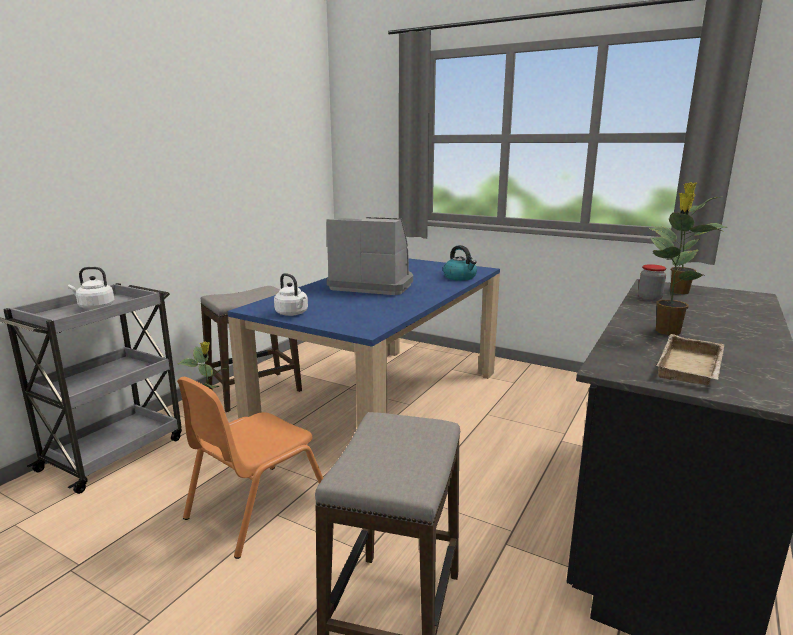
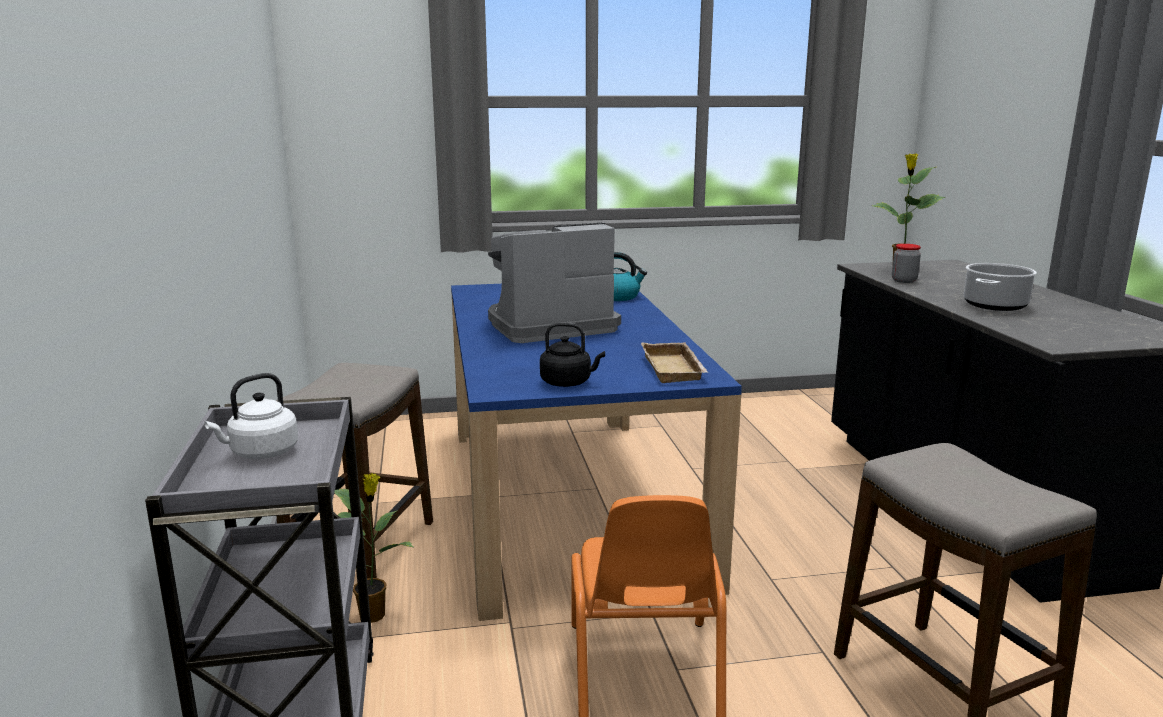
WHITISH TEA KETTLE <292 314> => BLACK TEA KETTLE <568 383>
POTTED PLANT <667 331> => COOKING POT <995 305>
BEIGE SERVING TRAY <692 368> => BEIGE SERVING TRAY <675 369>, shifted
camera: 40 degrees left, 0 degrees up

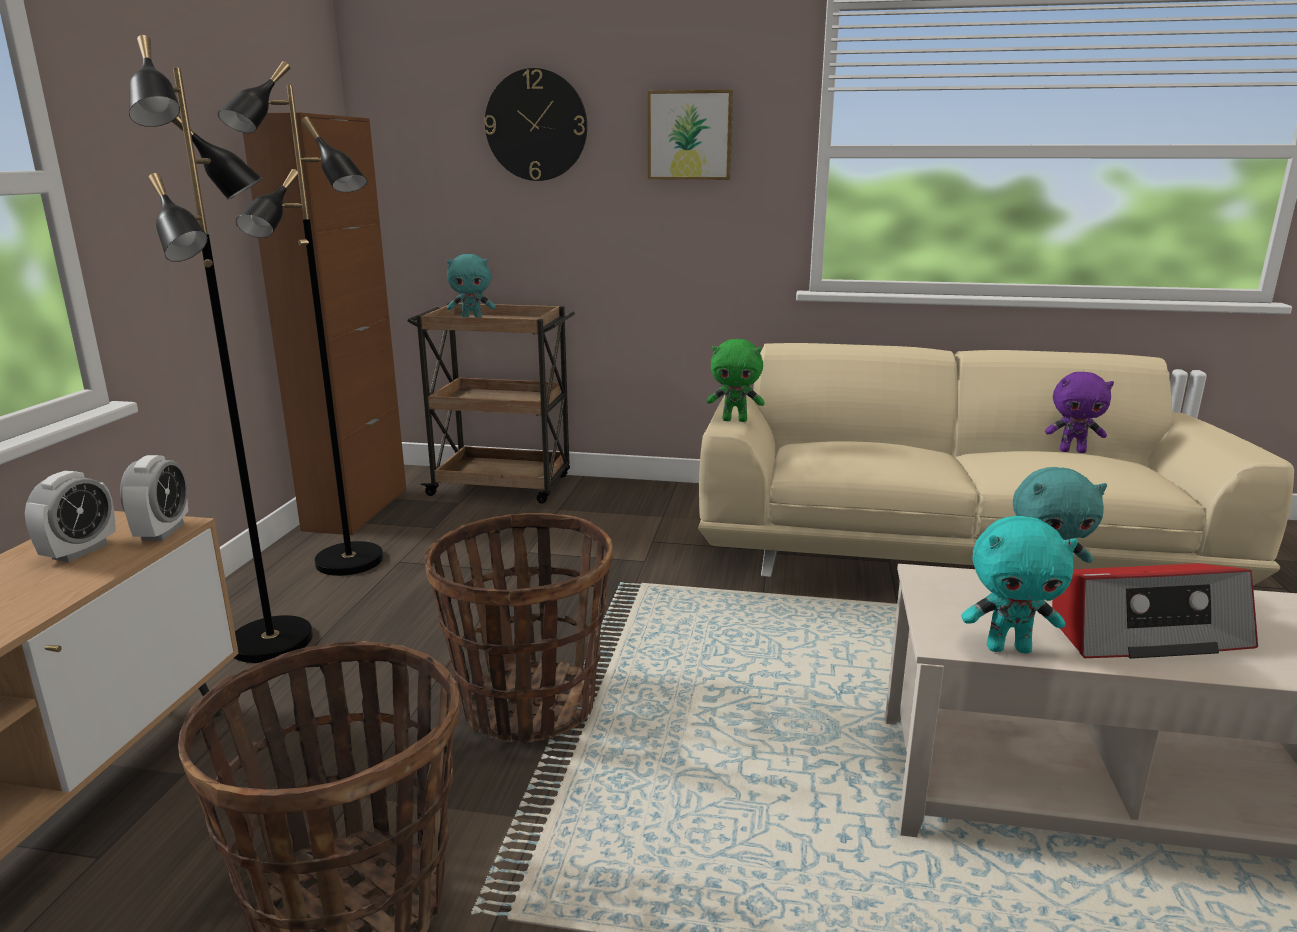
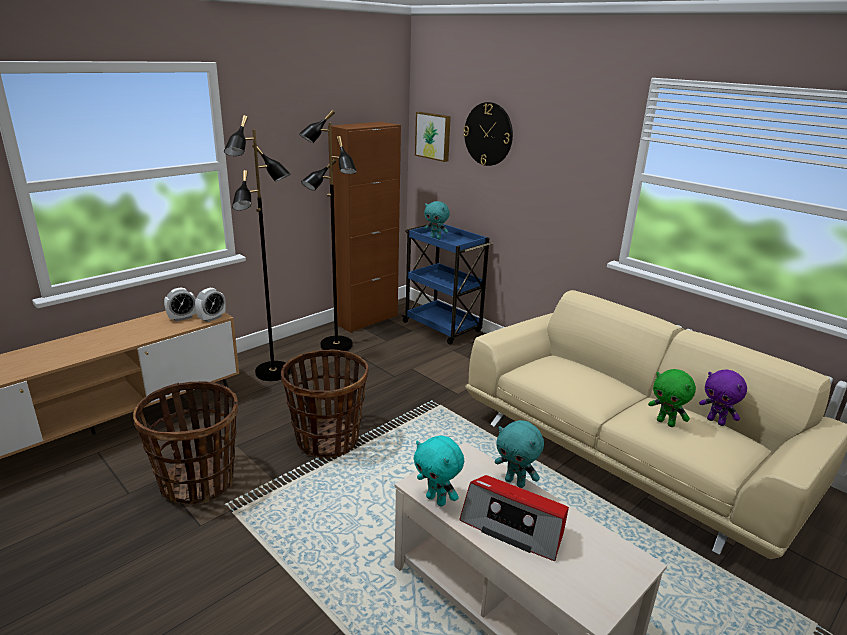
BROWN WHEELED CART <503 486> => BLUE WHEELED CART <443 327>
PICTURE <690 135> => PICTURE <433 136>, shifted
GREEN-COLOURED SOFT TOY <735 420> => GREEN-COLOURED SOFT TOY <666 423>, shifted
camera: 35 degrees right, 5 degrees up

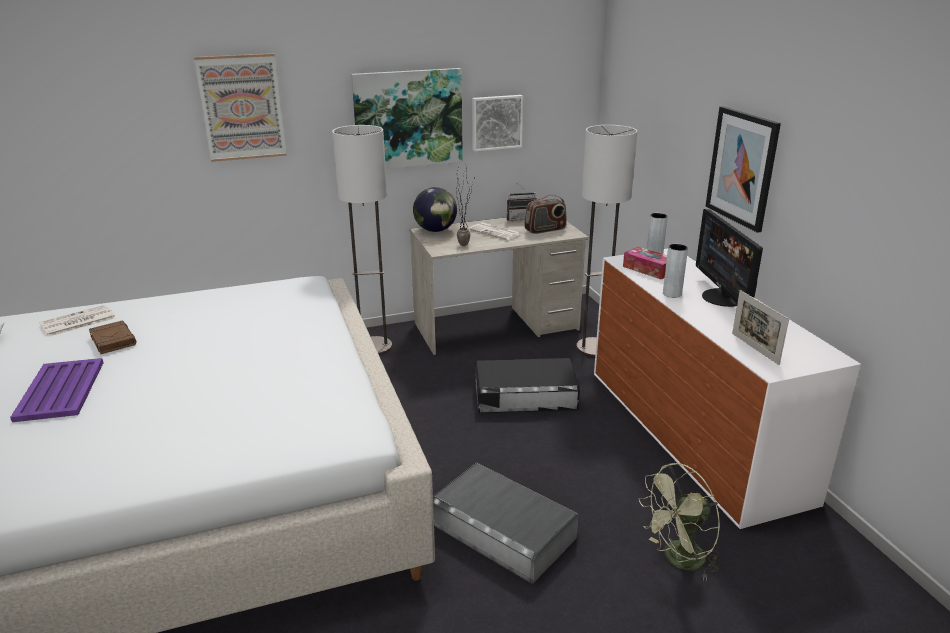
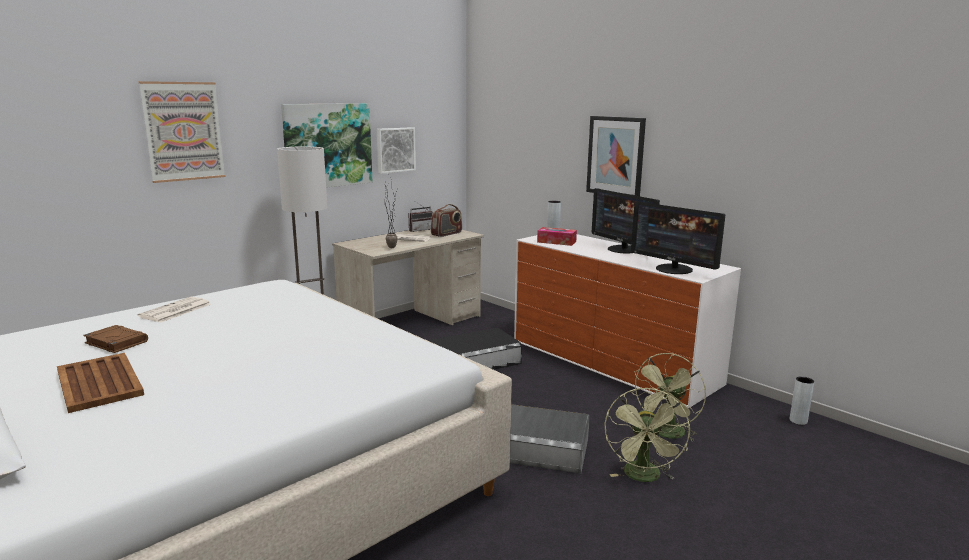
PURPLE SERVING TRAY <60 391> => BROWN SERVING TRAY <99 383>
PRINTED PAPER <77 322> => PRINTED PAPER <175 311>, shifted
DESK GLOBE <435 230> => nothing
STANDARD LAMP <594 348> => nothing
GREYISH DECORATIVE VASE <672 294> => GREYISH DECORATIVE VASE <798 421>, shifted
STANDING FRAME <755 348> => MONITOR <674 269>
nothing => GREEN-COLOURED ELECTRIC FAN <643 478>
camera: 25 degrees left, 10 degrees down

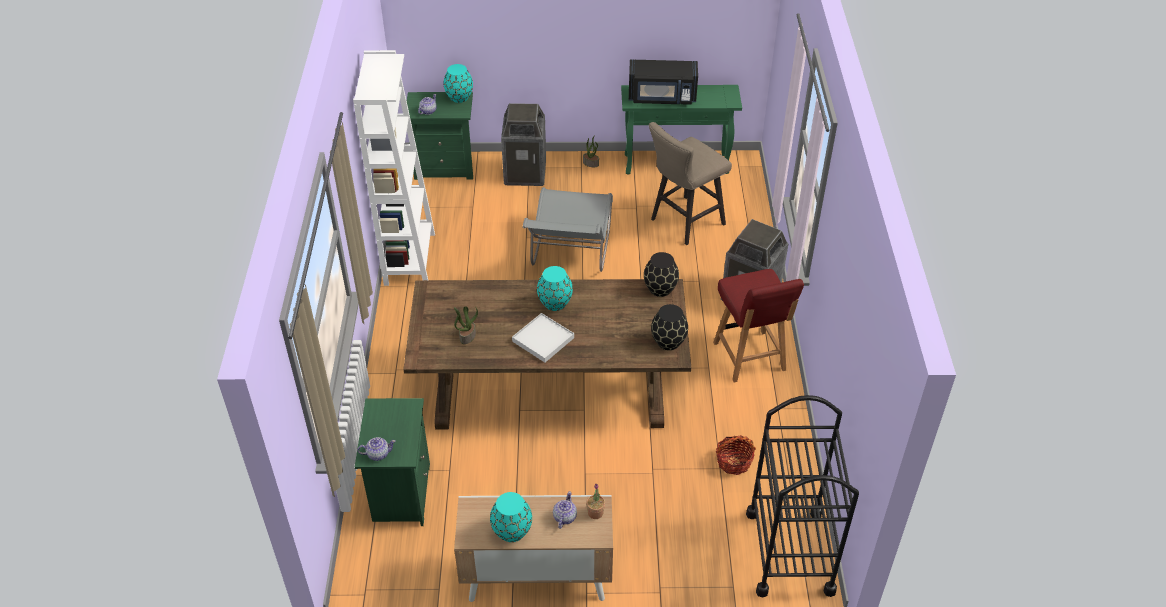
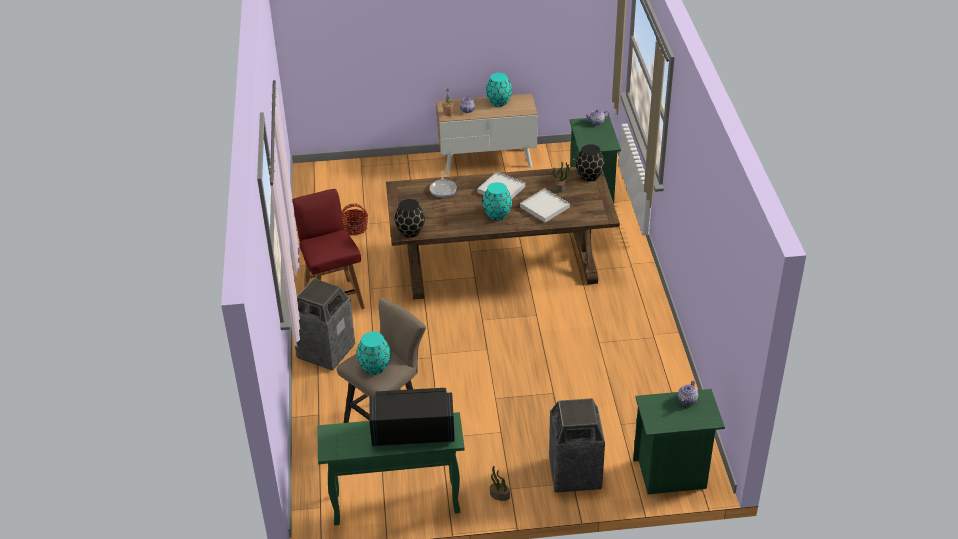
WHITISH BOOKCASE <410 259> => nothing
TURQUOISE DECORATIVE VASE <459 97> => TURQUOISE DECORATIVE VASE <375 367>, shifted
GREYISH PLAIN CHAIR <570 255> => nothing
BLACK DECORATIVE VASE <669 342> => BLACK DECORATIVE VASE <589 176>, shifted
BLACK WHEELED CART <789 552> => nothing
nothing => FRYING PAN <443 189>
nothing => WHITISH SERVING TRAY <544 207>
camera: 175 degrees right, 5 degrees down

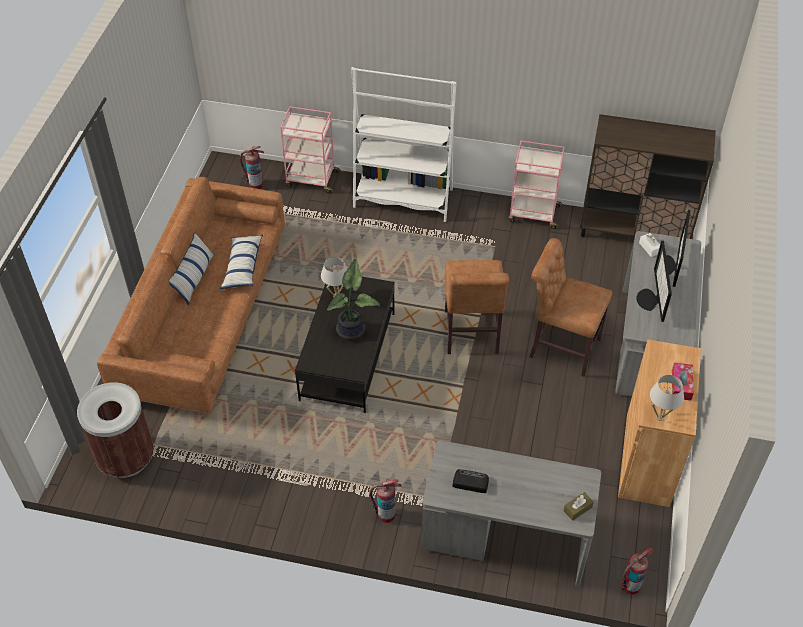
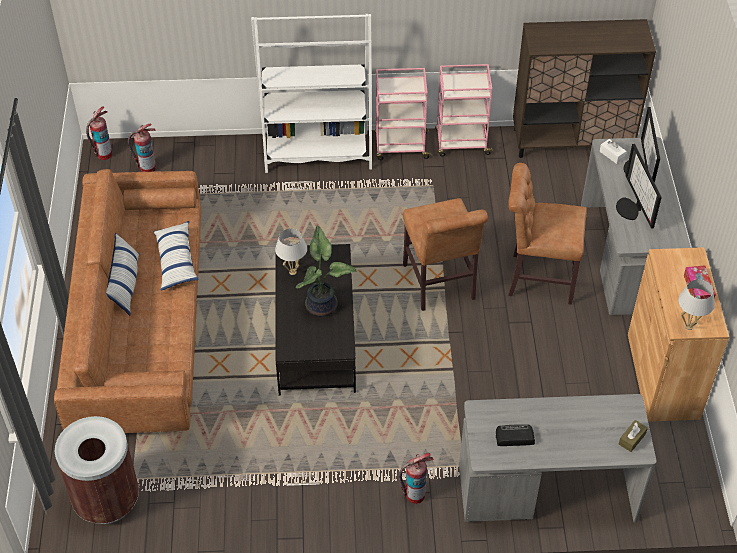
PINK WHEELED CART <311 179> => PINK WHEELED CART <400 147>, shifted
FIRE EXTINGUISHER <630 586> => FIRE EXTINGUISHER <104 154>, shifted
camera: 15 degrees left, 0 degrees up

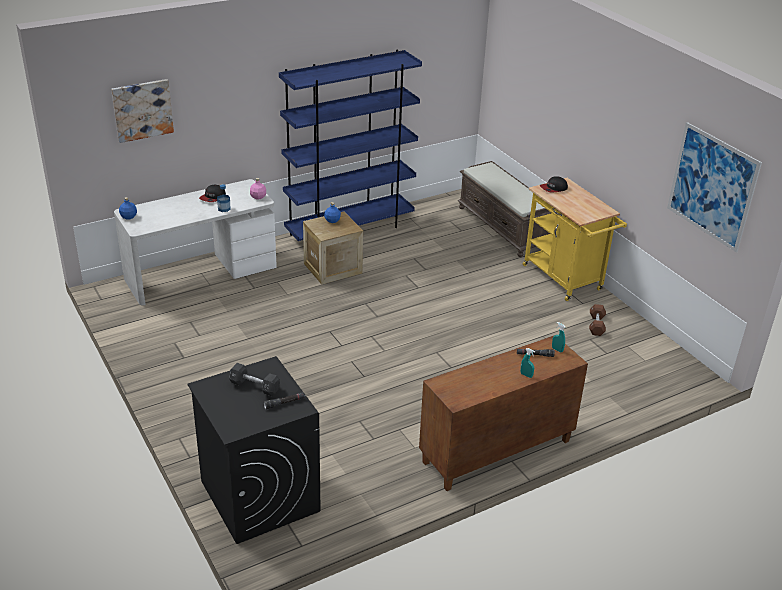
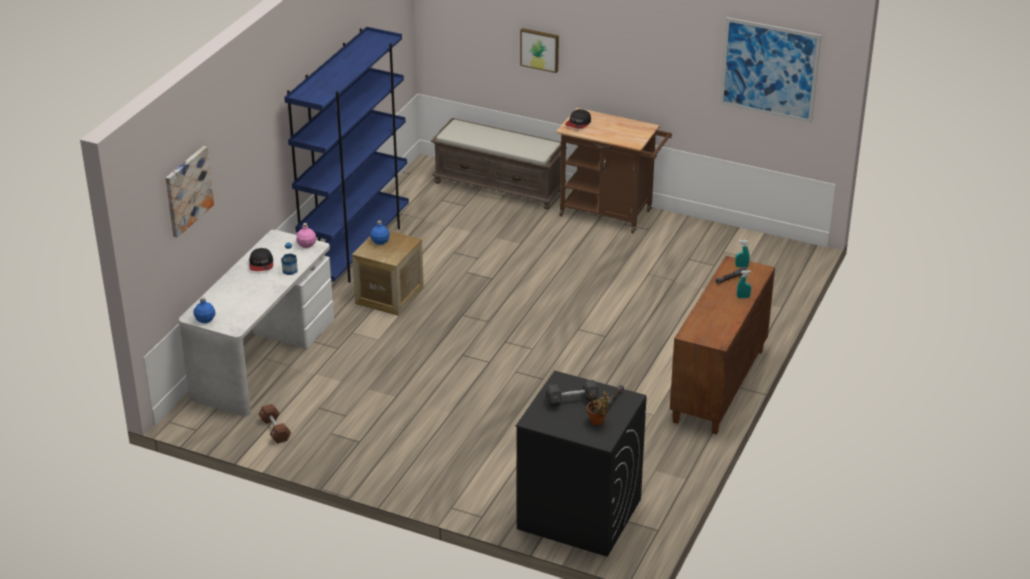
YELLOW WHEELED CART <565 280> => BROWN WHEELED CART <611 214>
BROWN DUMBBELL <596 325> => BROWN DUMBBELL <275 430>, shifted
nothing => PICTURE <540 49>
nothing => POTTED PLANT <598 422>
camera: 35 degrees left, 0 degrees up

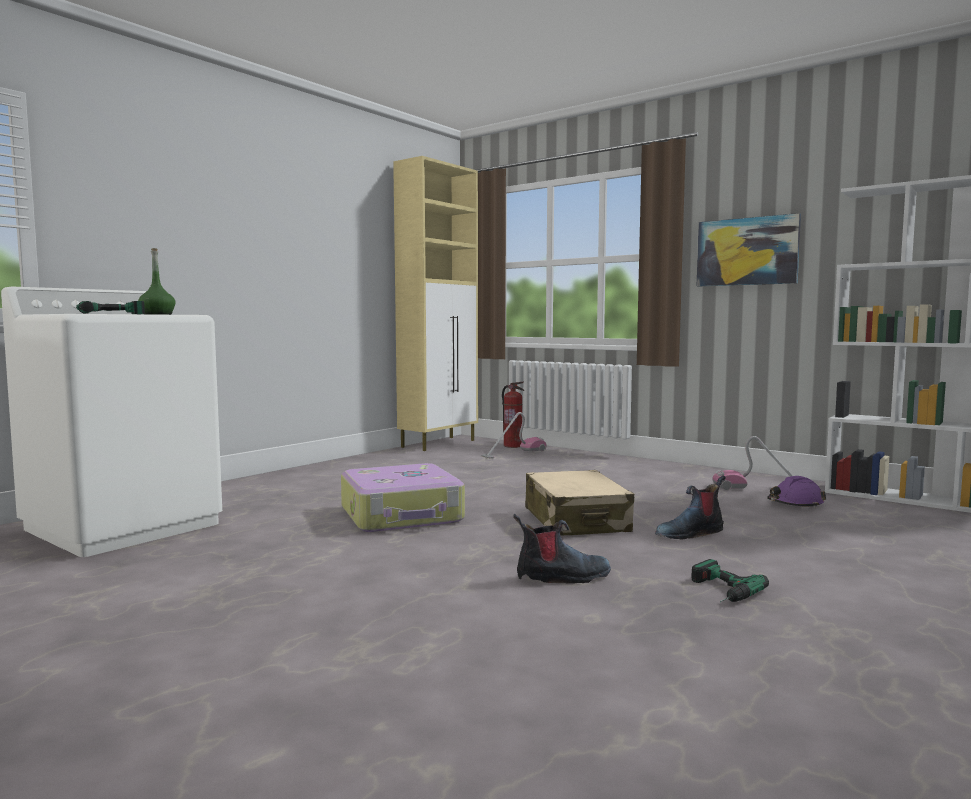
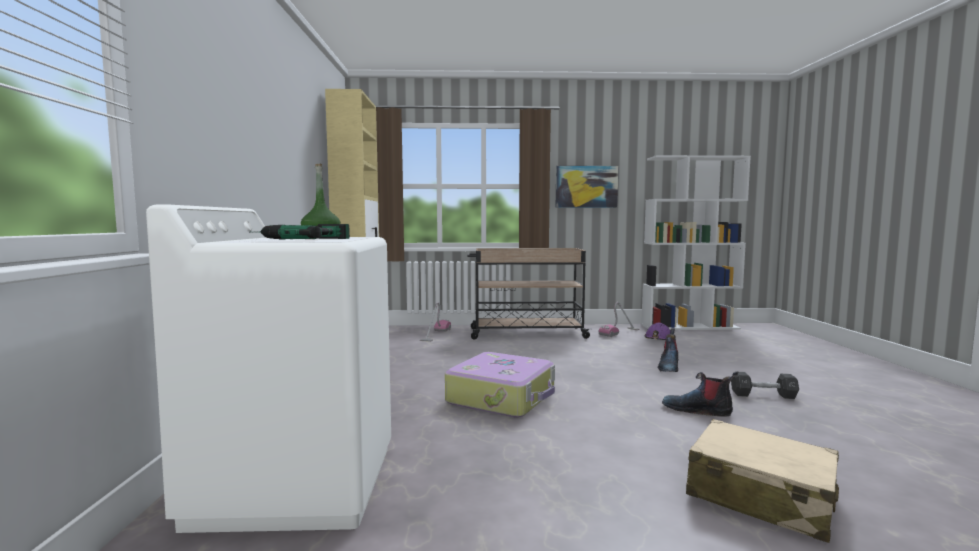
FIRE EXTINGUISHER <513 446> => nothing
HIGH-TOP BOOT <562 577> => HIGH-TOP BOOT <697 410>, 105 degrees counterclockwise
BEIGE PIECE OF LUGGAGE <576 521> => BEIGE PIECE OF LUGGAGE <759 496>, shifted
DRILL <718 591> => BLACK DUMBBELL <763 395>
nothing => BEIGE WHEELED CART <526 333>
camera: 40 degrees left, 0 degrees up

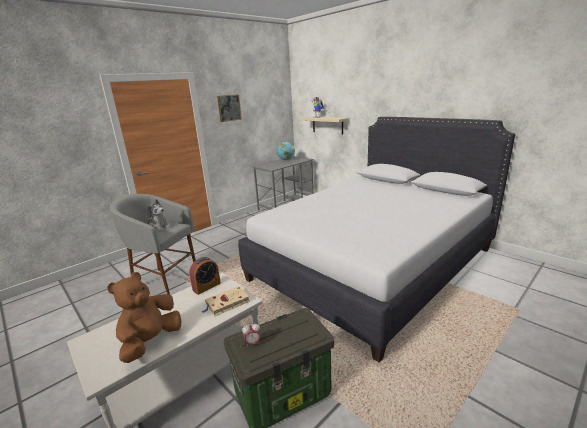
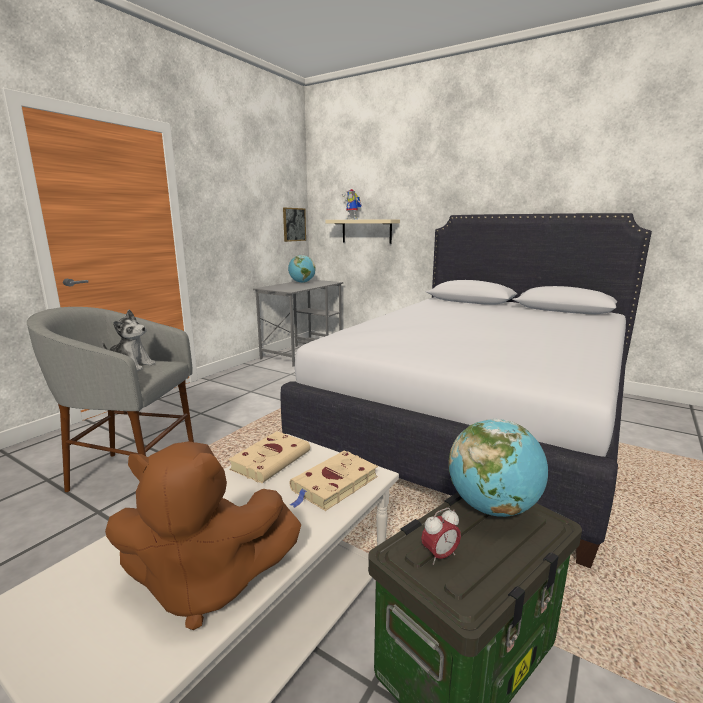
BROWN SOFT TOY <151 341> => BROWN SOFT TOY <206 584>, 105 degrees counterclockwise
BEDSIDE CLOCK <206 287> => BEIGE VOLUME <272 459>
PICTURE <229 108> => PICTURE <294 224>, shifted
nothing => DESK GLOBE <493 507>
camera: 15 degrees left, 5 degrees down

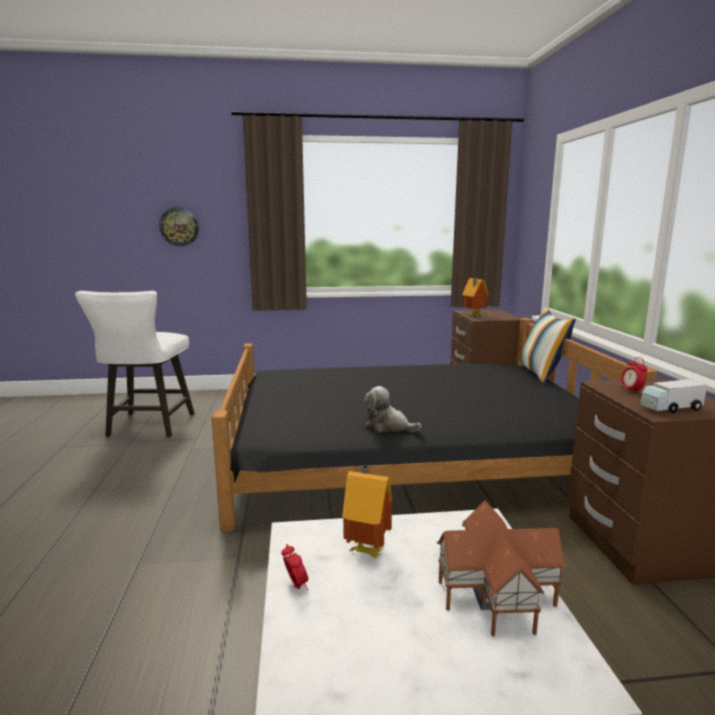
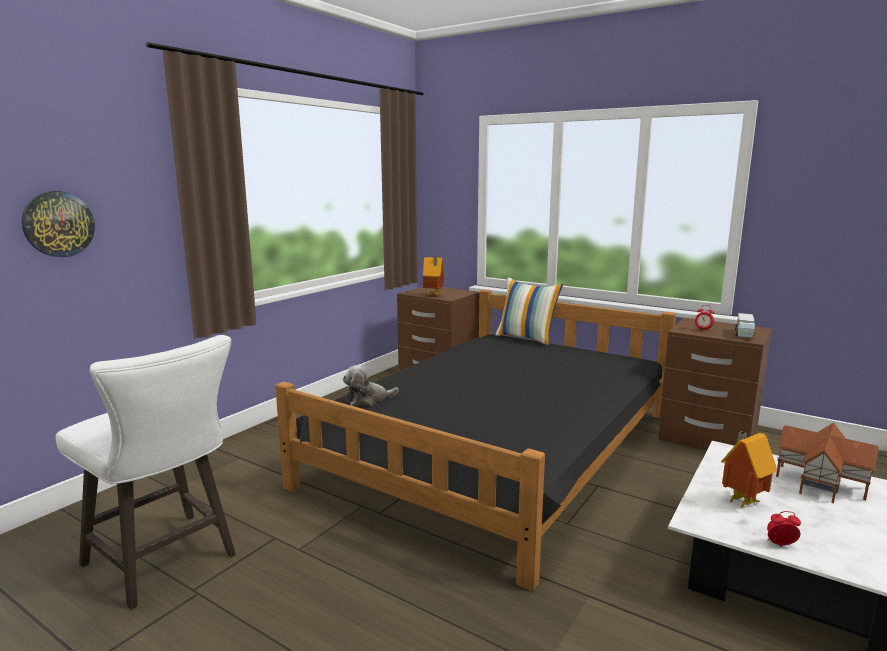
SOFT TOY <388 426> => SOFT TOY <368 400>, shifted
camera: 50 degrees left, 0 degrees up

